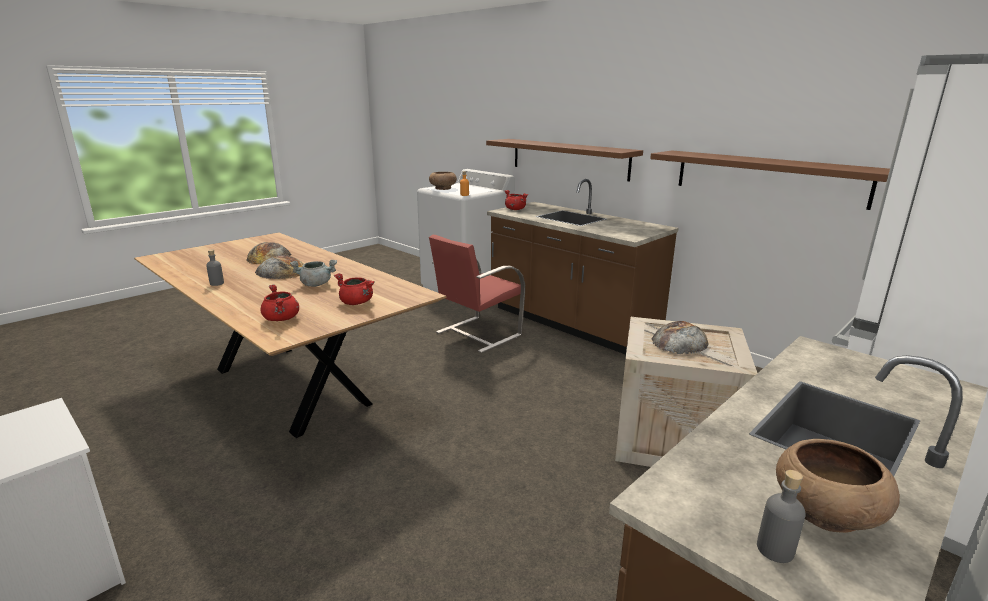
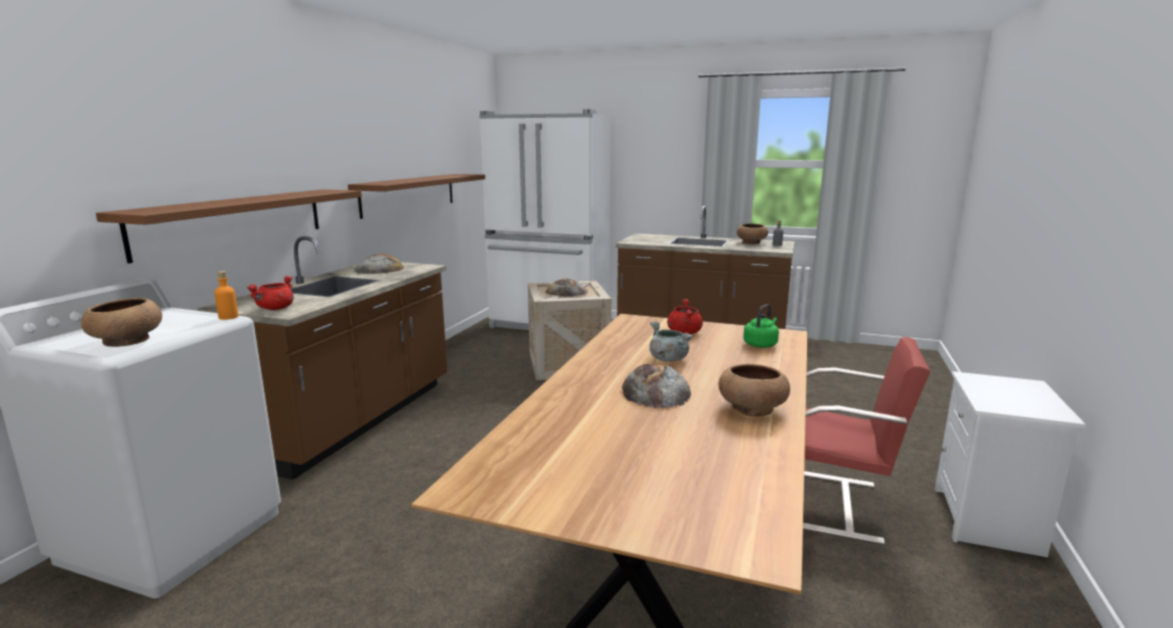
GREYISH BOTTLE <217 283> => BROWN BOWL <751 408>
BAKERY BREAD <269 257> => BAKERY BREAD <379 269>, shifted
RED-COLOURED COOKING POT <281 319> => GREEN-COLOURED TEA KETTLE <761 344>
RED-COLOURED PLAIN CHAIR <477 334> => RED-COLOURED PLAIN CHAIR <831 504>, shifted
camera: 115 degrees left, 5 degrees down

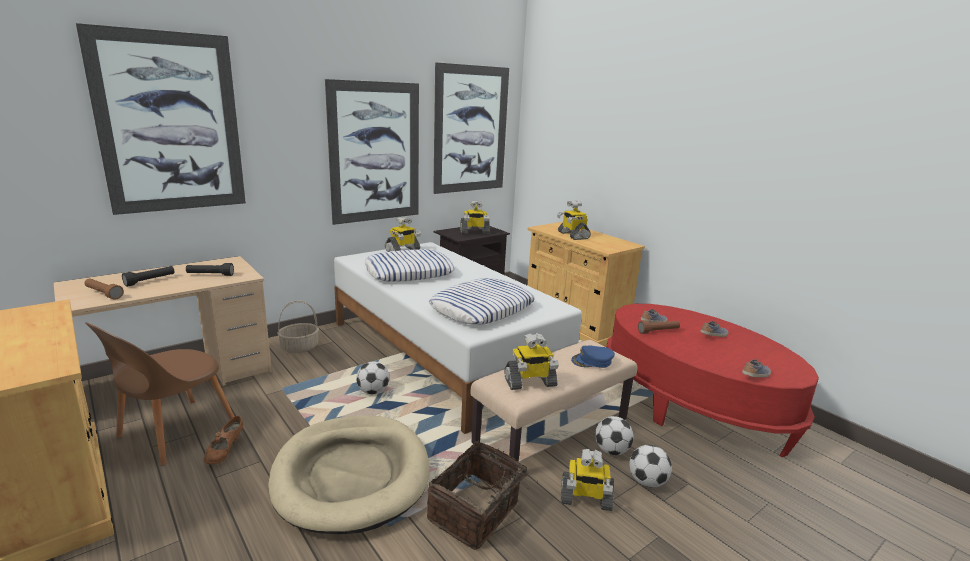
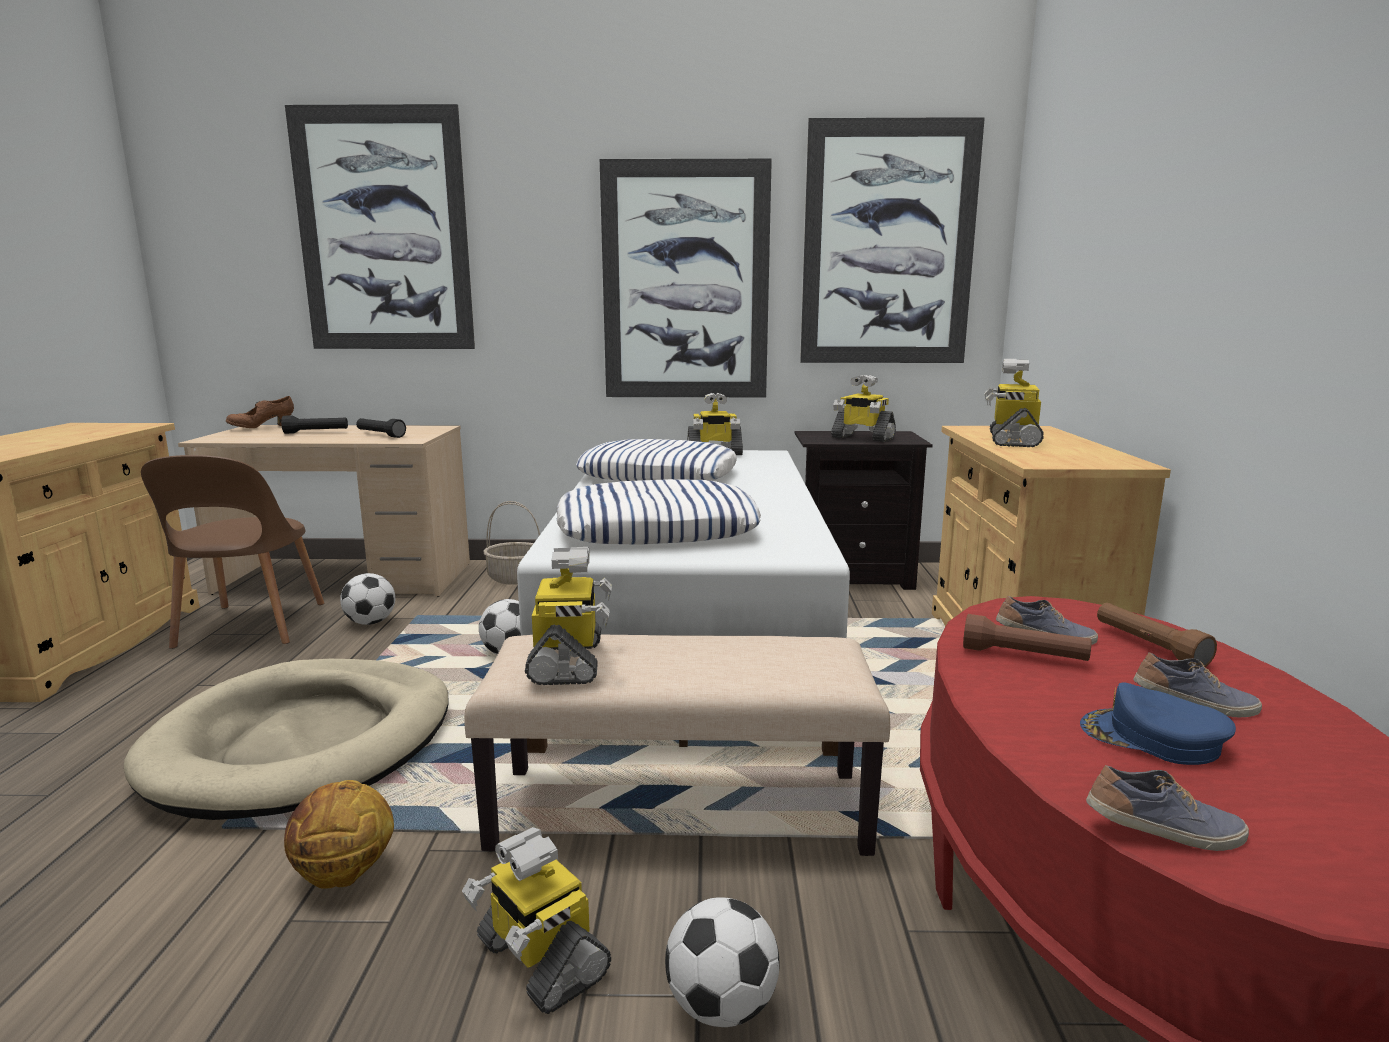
BROWN HAND TORCH <103 294> => BROWN HAND TORCH <1148 646>, shifted
BROWN PLAIN CHAIR <173 433> => BROWN PLAIN CHAIR <249 627>, 75 degrees counterclockwise
BROWN LOW SHOE <225 452> => BROWN LOW SHOE <262 428>, shifted
HOUSEHOLD BASKET <476 513> => BASKETBALL BALL <344 875>
MODEL ROBOT <530 382> => MODEL ROBOT <568 662>, 120 degrees counterclockwise
BLUE BASEBALL CAP <592 361> => BLUE BASEBALL CAP <1152 738>, shifted
FOOTBALL <611 451> => FOOTBALL <371 622>, shifted
camera: 40 degrees right, 5 degrees down

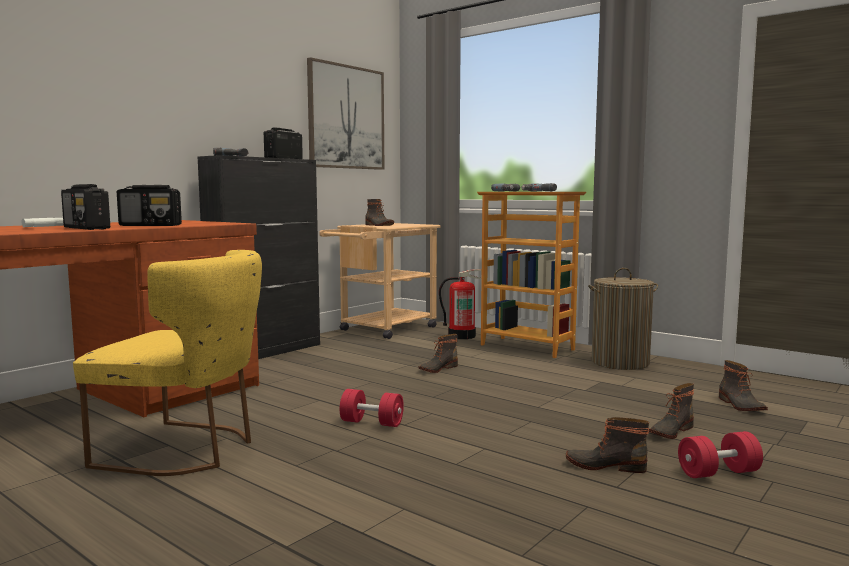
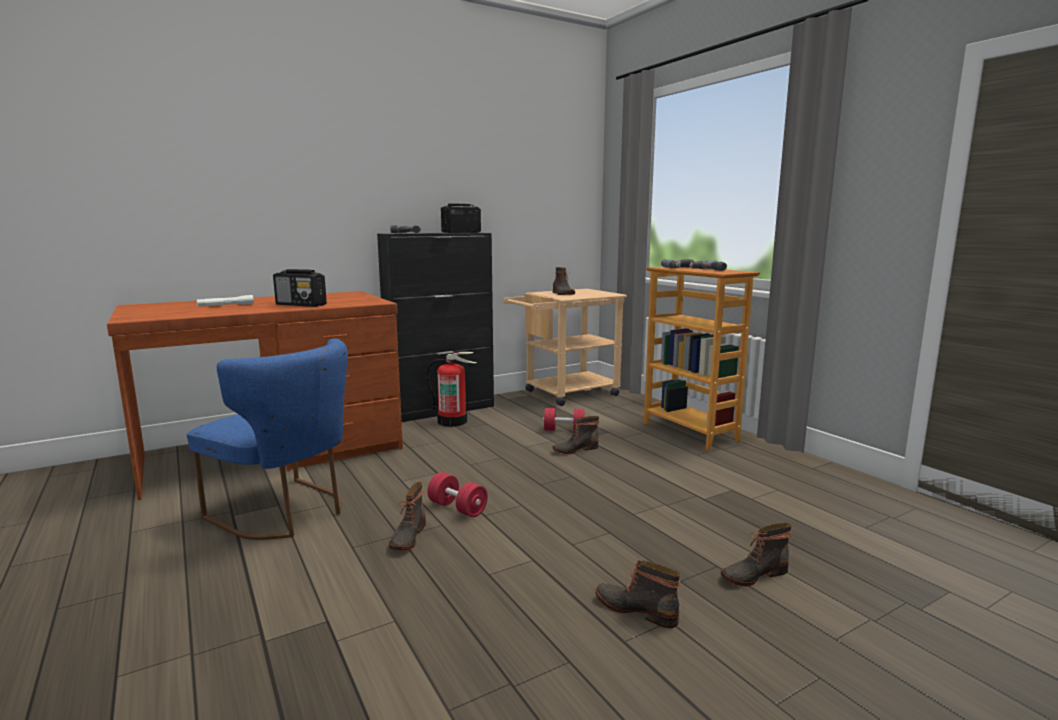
RADIO <86 228> => nothing
YELLOW PLAIN CHAIR <187 449> => BLUE PLAIN CHAIR <287 512>
PICTURE <346 117> => nothing
FIRE EXTINGUISHER <462 336> => FIRE EXTINGUISHER <452 421>, shifted
WASHING BASKET <620 362> => nothing
RED-COLOURED DUMBBELL <718 473> => RED-COLOURED DUMBBELL <564 430>, shifted
HIGH-TOP BOOT <740 405> => HIGH-TOP BOOT <407 537>, shifted
camera: 20 degrees right, 5 degrees up

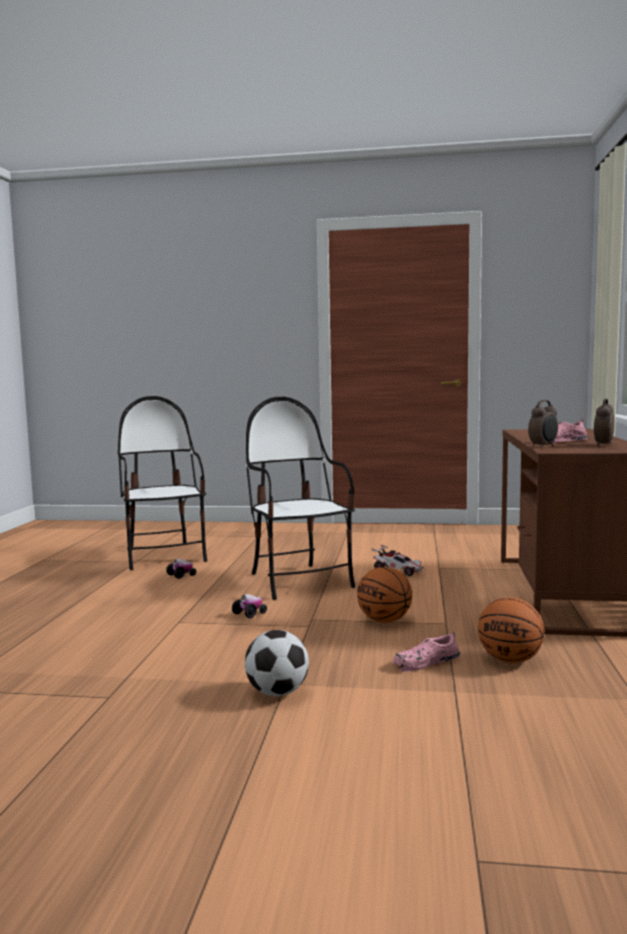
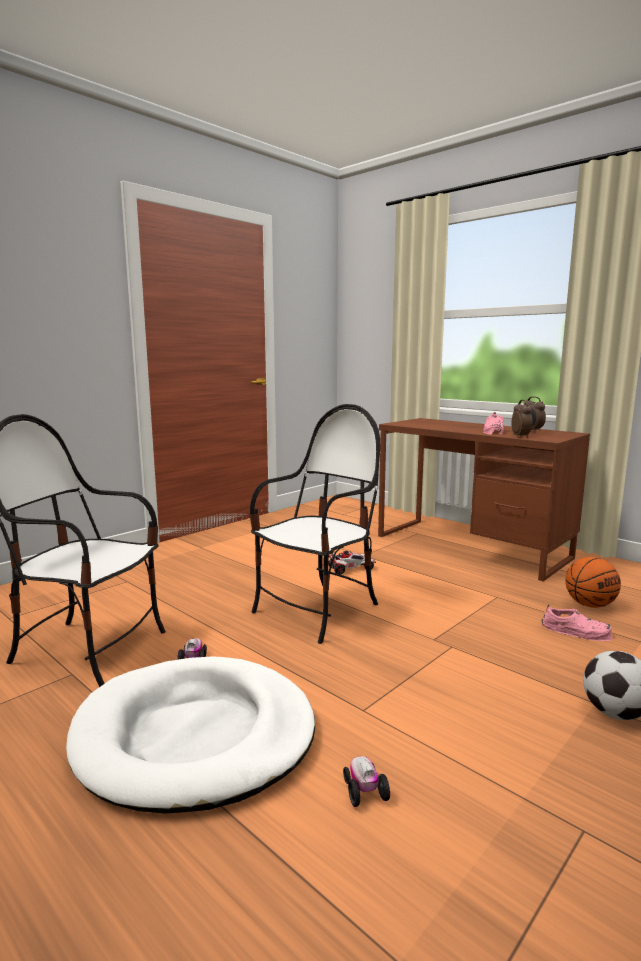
TOY CAR <250 614> => TOY CAR <364 791>, shifted
PLAIN CHAIR <299 581> => PLAIN CHAIR <318 611>, 120 degrees clockwise
BASKETBALL BALL <384 621> => nothing
PINK LOW SHOE <425 662> => PINK LOW SHOE <576 631>, 75 degrees counterclockwise
nothing => WHITISH DOG BED <195 736>
camera: 55 degrees left, 5 degrees up

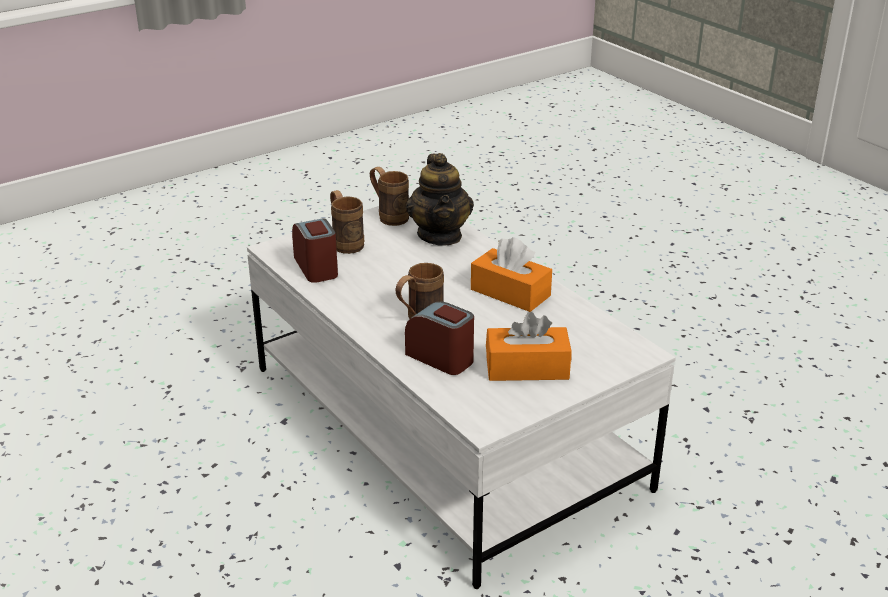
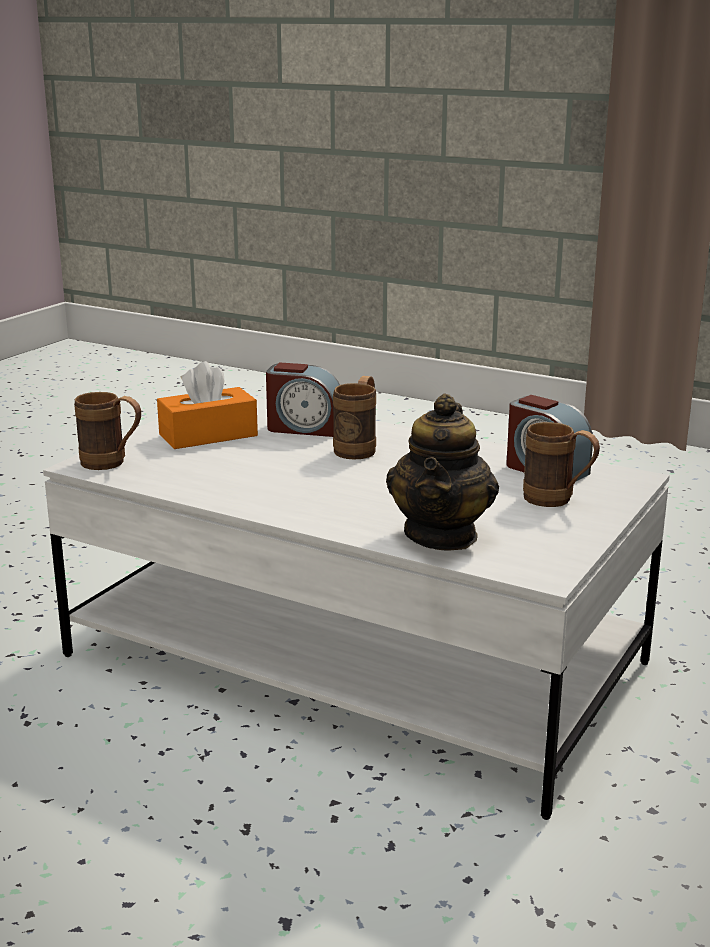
BROWN COFFEE MUG <389 216> => BROWN COFFEE MUG <112 464>, shifted
POT FOR TEA <440 235> => POT FOR TEA <441 535>, 135 degrees counterclockwise
ORANGE BOX OF TISSUES <510 293> => nothing
camera: 155 degrees right, 10 degrees down

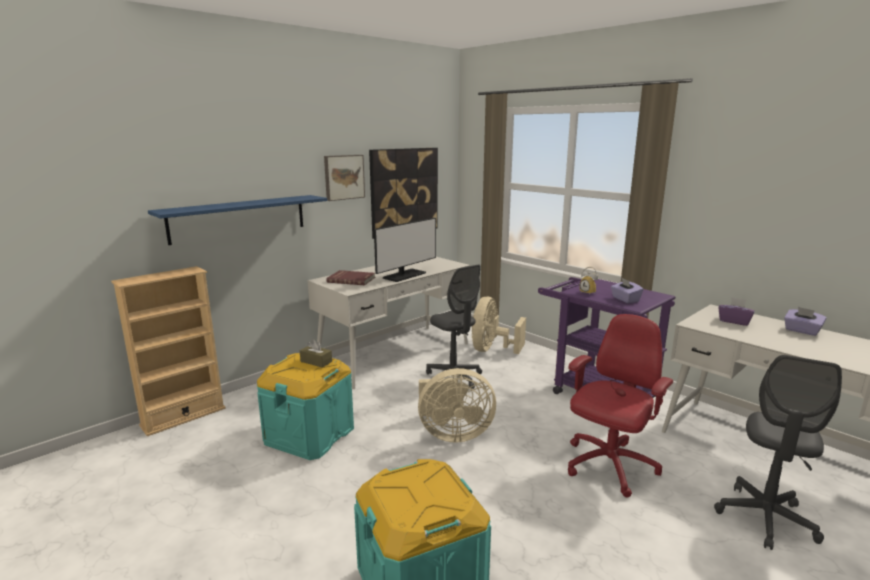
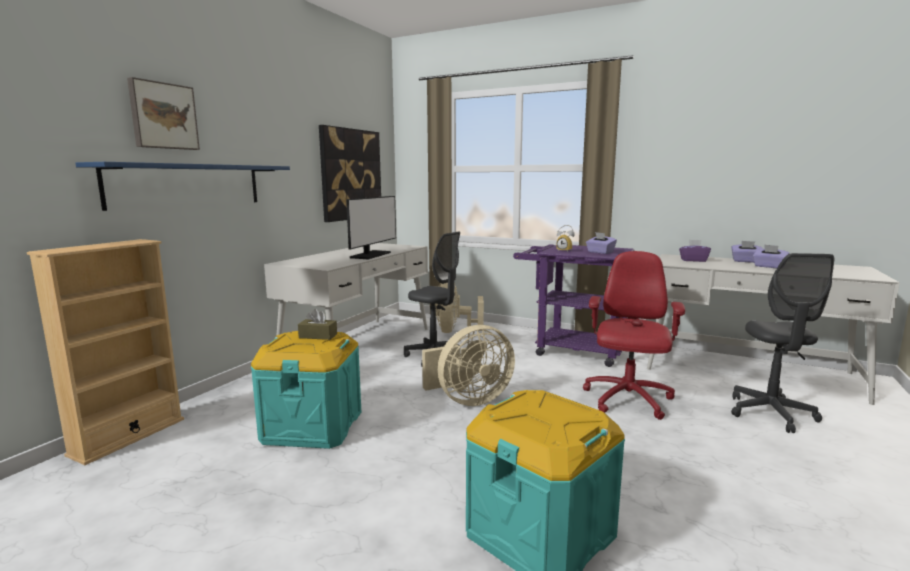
PICTURE <343 177> => PICTURE <163 116>, shifted
RED-COLOURED VOLUME <351 279> => nothing
nothing => PURPLE BOX OF TISSUES <769 266>
camera: 20 degrees left, 5 degrees down

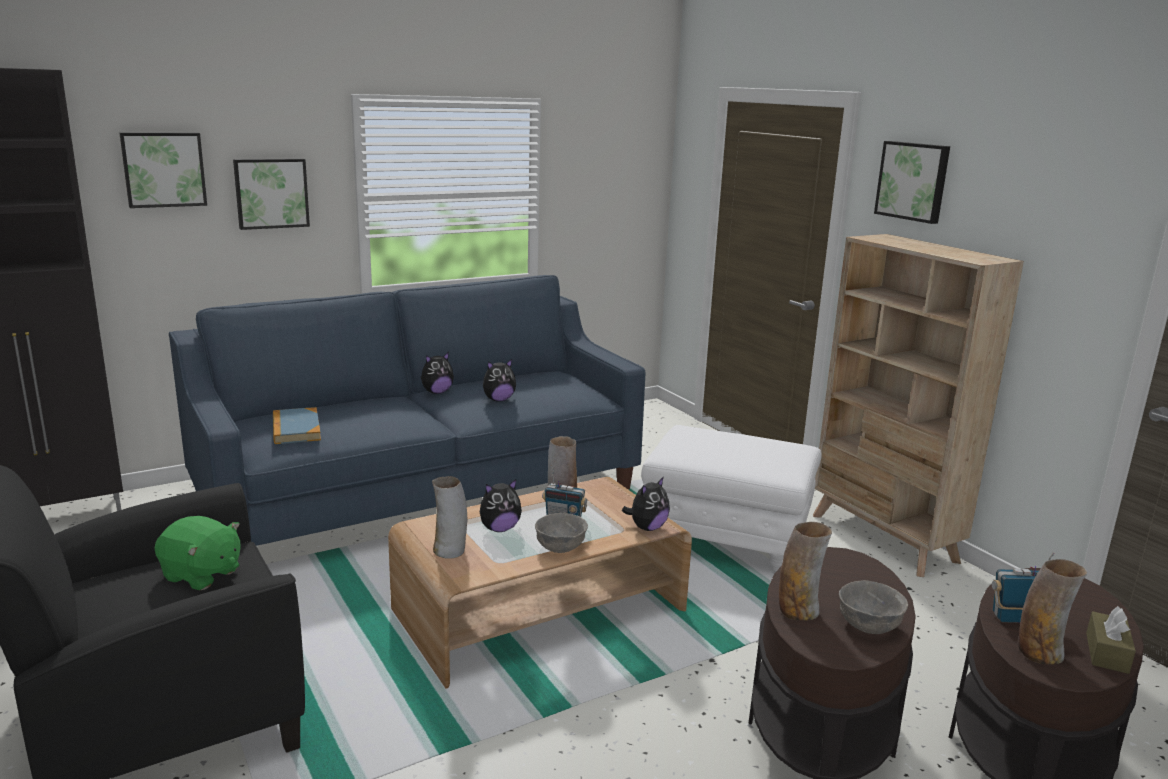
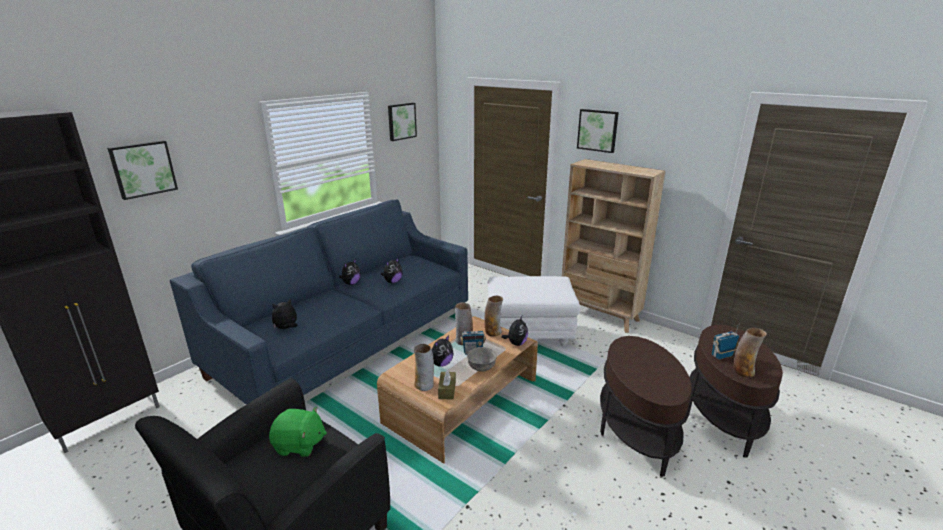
PICTURE <271 193> => PICTURE <401 121>, shifted
VOLUME <296 429> => SOFT TOY <286 328>
DECORATIVE VASE <798 610> => DECORATIVE VASE <493 332>, shifted
GREYISH BOWL <869 625> => nothing
BROWN BOX OF TISSUES <1107 653> => BROWN BOX OF TISSUES <447 390>, shifted
camera: 20 degrees left, 5 degrees up

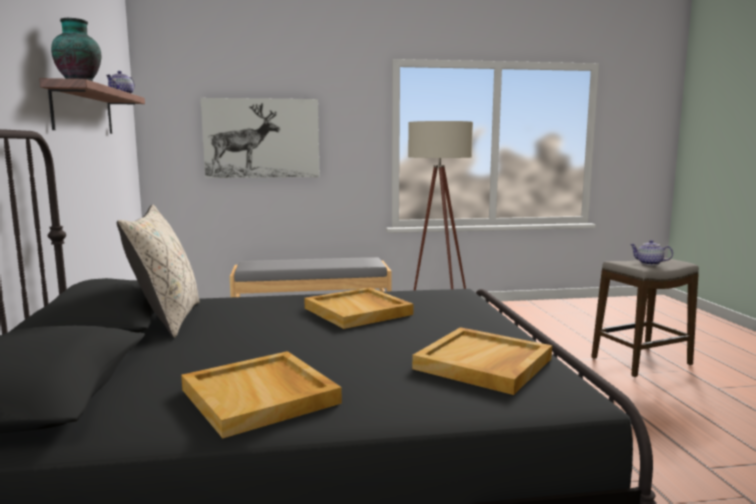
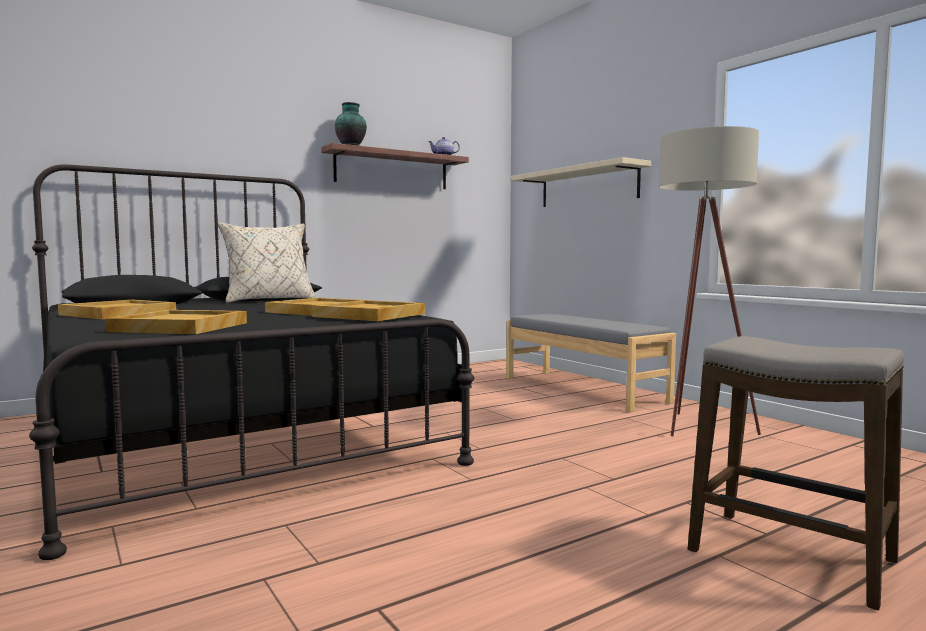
PICTURE <261 138> => BEIGE SHELF <588 186>
POT FOR TEA <649 263> => nothing
nothing => BEIGE SERVING TRAY <370 315>
camera: 65 degrees right, 5 degrees down

